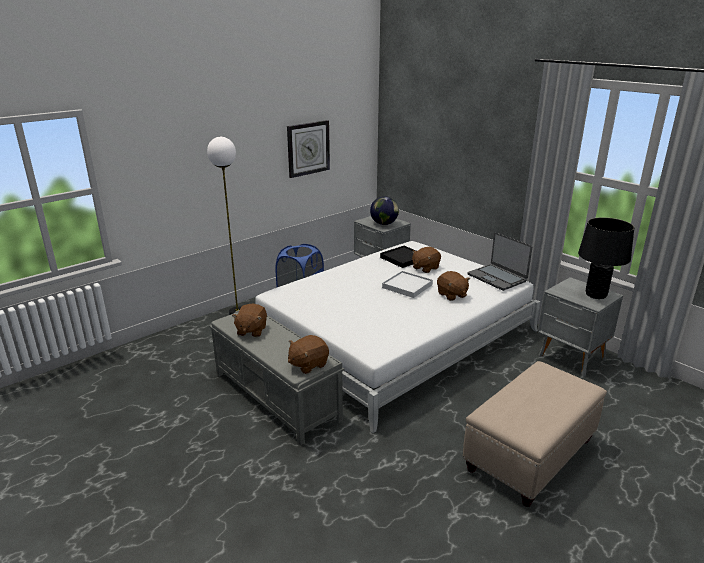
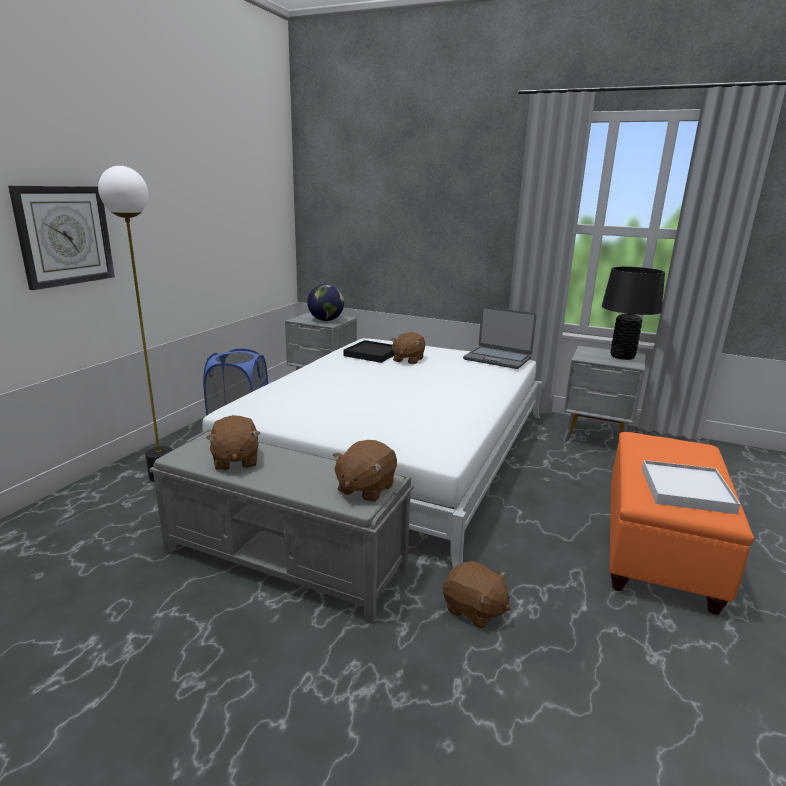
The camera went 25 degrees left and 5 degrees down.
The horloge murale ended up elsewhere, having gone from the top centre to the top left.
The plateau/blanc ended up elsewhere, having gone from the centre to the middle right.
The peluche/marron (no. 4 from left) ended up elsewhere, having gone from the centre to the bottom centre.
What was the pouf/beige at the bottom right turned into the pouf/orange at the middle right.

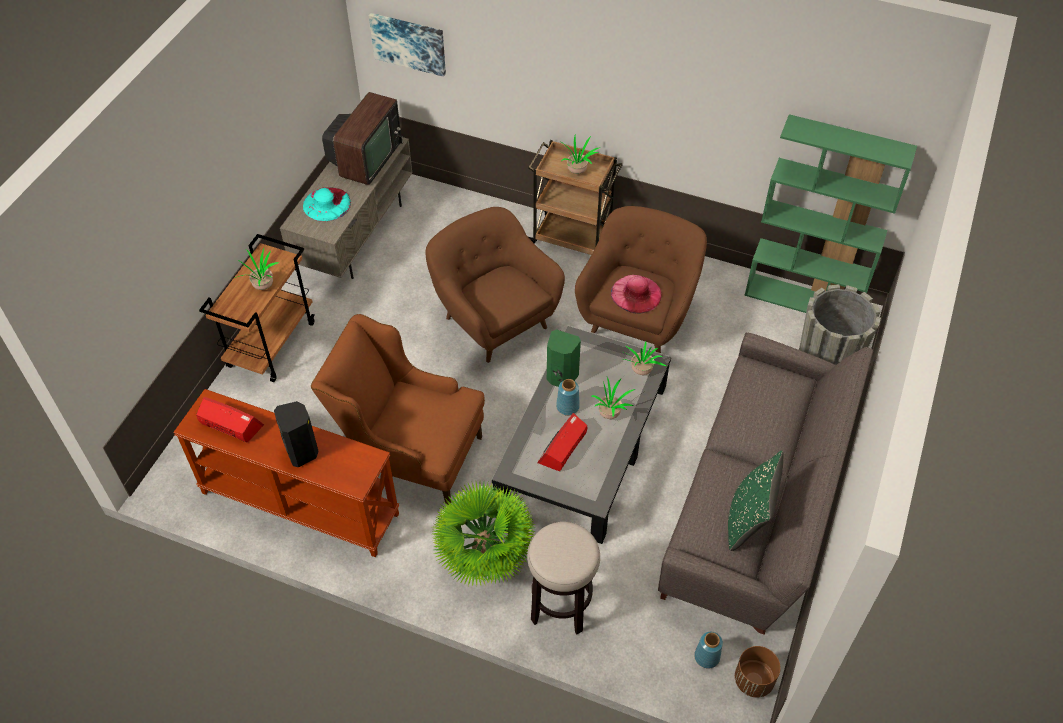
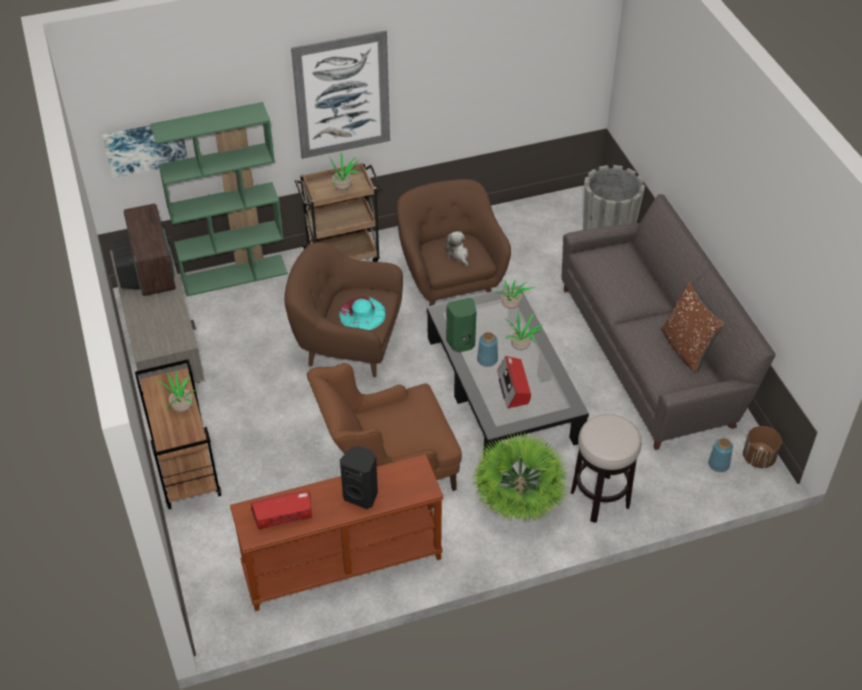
The camera went 40 degrees left and 5 degrees down.
The chapeau/turquoise ended up elsewhere, having gone from the top left to the centre.
Where the chapeau/rose stood at the centre, the peluche came to stand at the centre.
What was the coussin/vert at the bottom right turned into the coussin/marron at the middle right.
The bibliothèque/vert ended up elsewhere, having gone from the top right to the top left.
The second view gained the tableau (no. 2 from left) at the top centre.

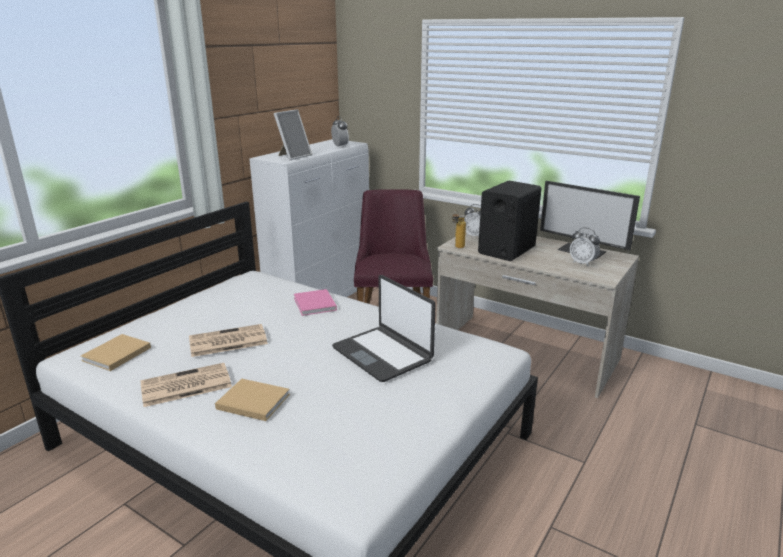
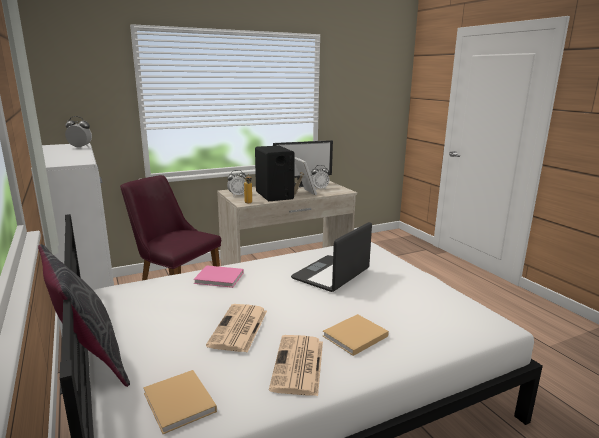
The camera went 60 degrees left and 5 degrees down.
The cadre photo ended up elsewhere, having gone from the top centre to the centre.
The ordinateur portable at the centre ended up facing another way, 135 degrees clockwise from before.
The second view gained the coussin/gris at the bottom left.

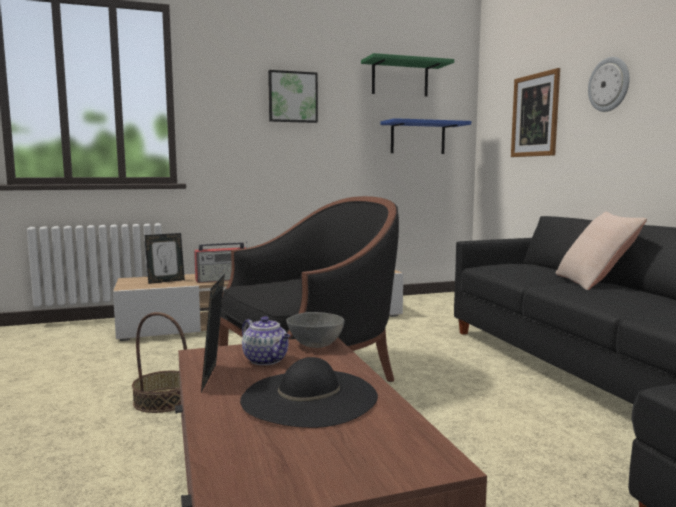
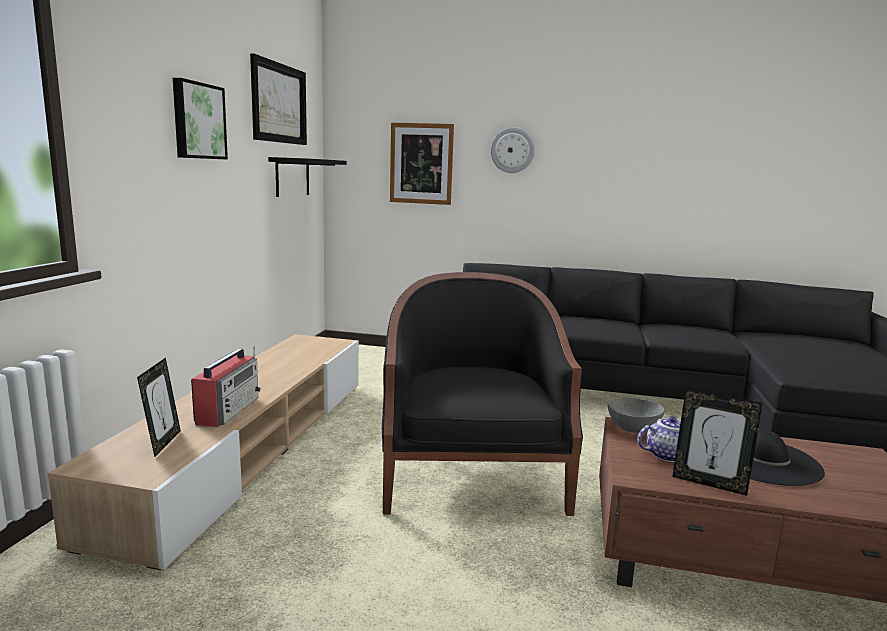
The camera went 60 degrees left and 5 degrees up.
The second view lost the panier at the bottom left.
Where the étagère/vert hung at the top centre, the tableau (no. 2 from left) came to hang at the top left.
What was the étagère/bleu at the top centre turned into the étagère/noir at the top centre.
The second view lost the coussin/beige at the middle right.

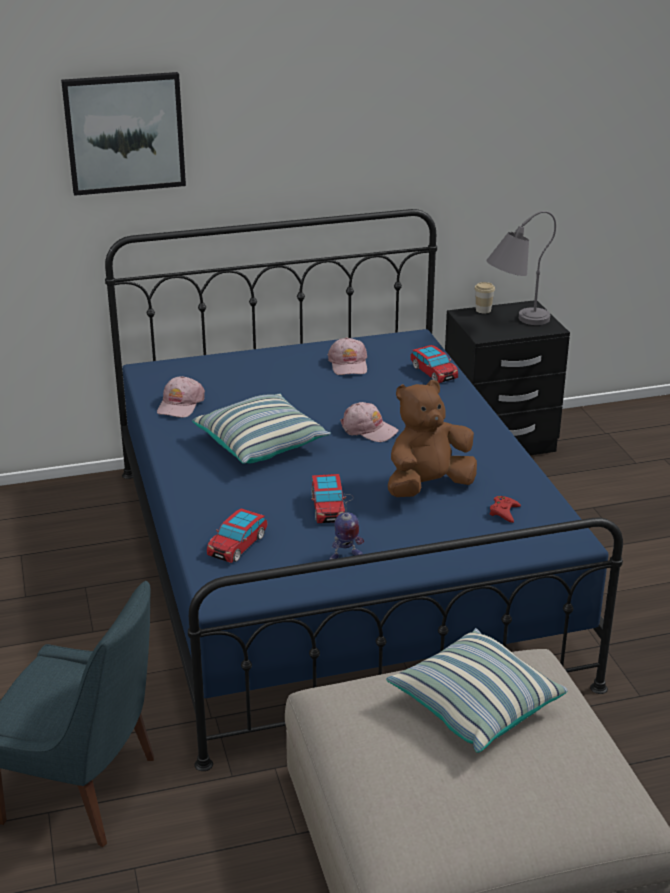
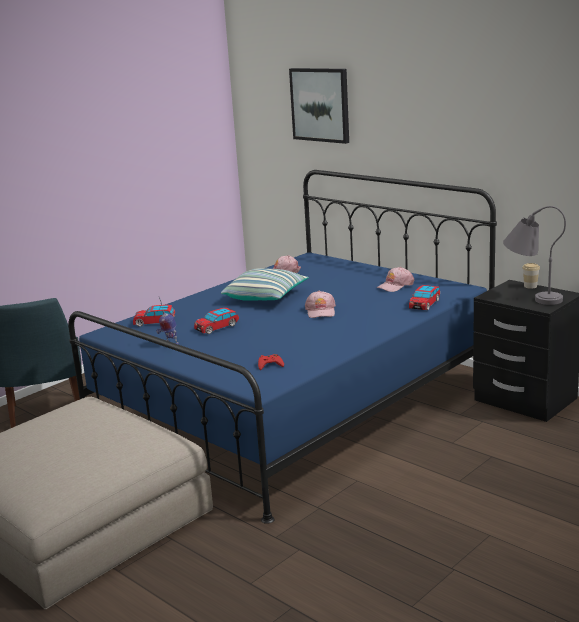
The camera went 60 degrees right and 10 degrees down.
The second view lost the coussin (no. 2 from left) at the bottom right.
The second view lost the peluche/marron at the centre.

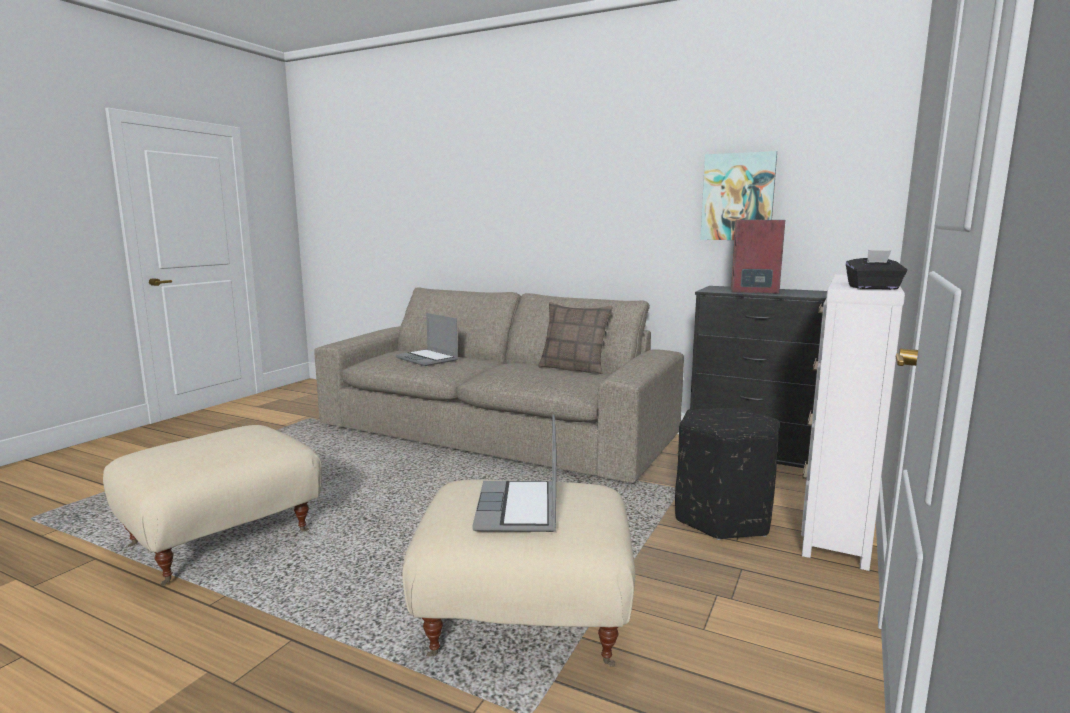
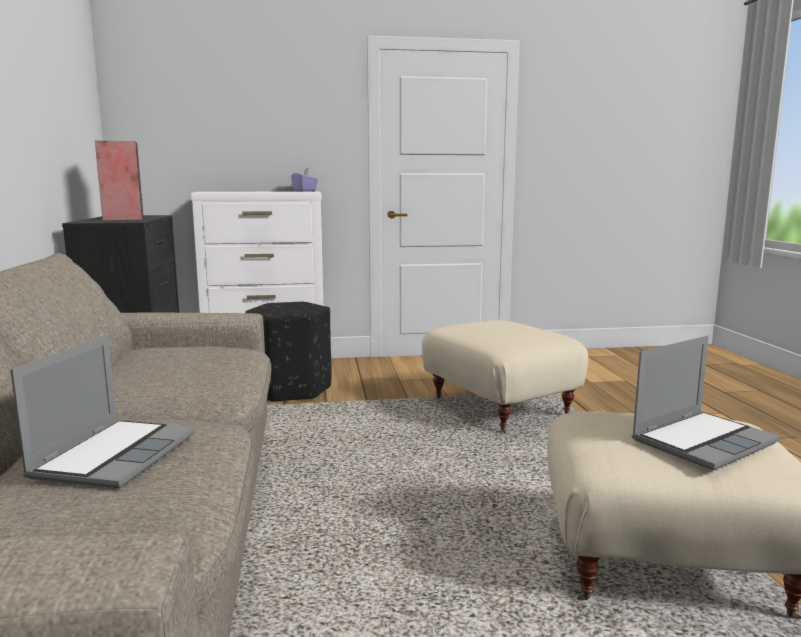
The camera went 125 degrees left and 0 degrees up.
The ordinateur portable (no. 2 from left) ended up elsewhere, having gone from the centre to the middle right.
The second view lost the coussin at the centre.
The second view lost the tableau at the top right.
What was the boîte à mouchoirs/noir at the middle right turned into the boîte à mouchoirs/violet at the top centre.

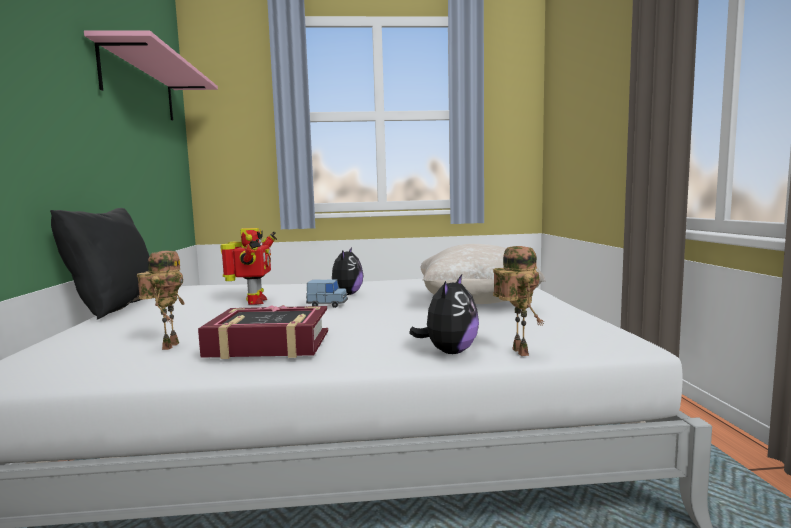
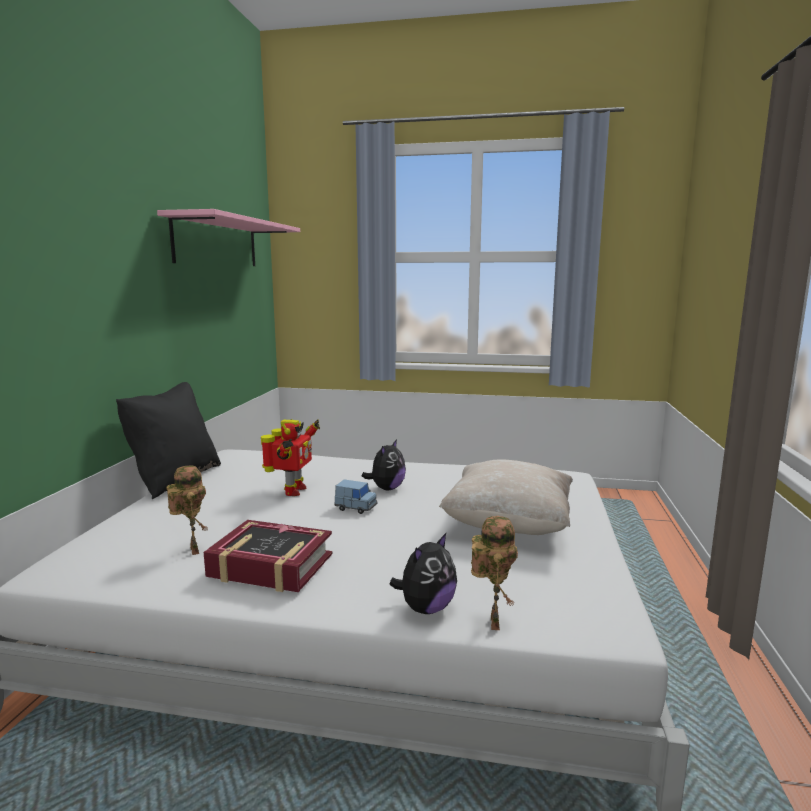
The camera went 15 degrees right and 5 degrees up.
The robot jouet (no. 1 from left) at the middle left ended up facing another way, 45 degrees counterclockwise from before.

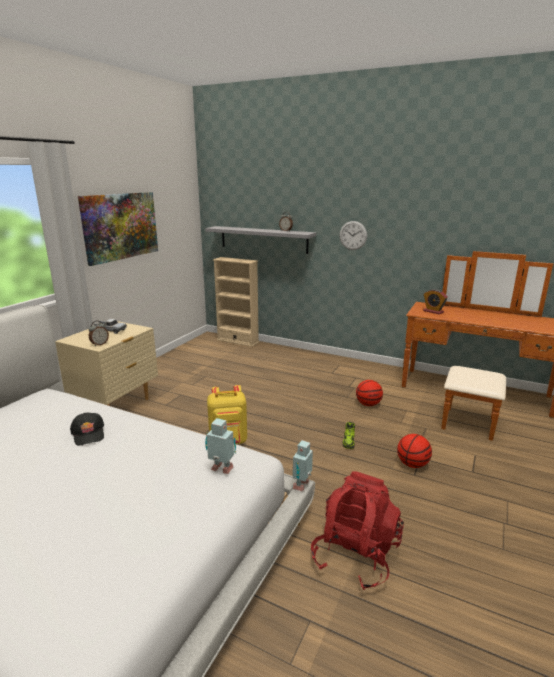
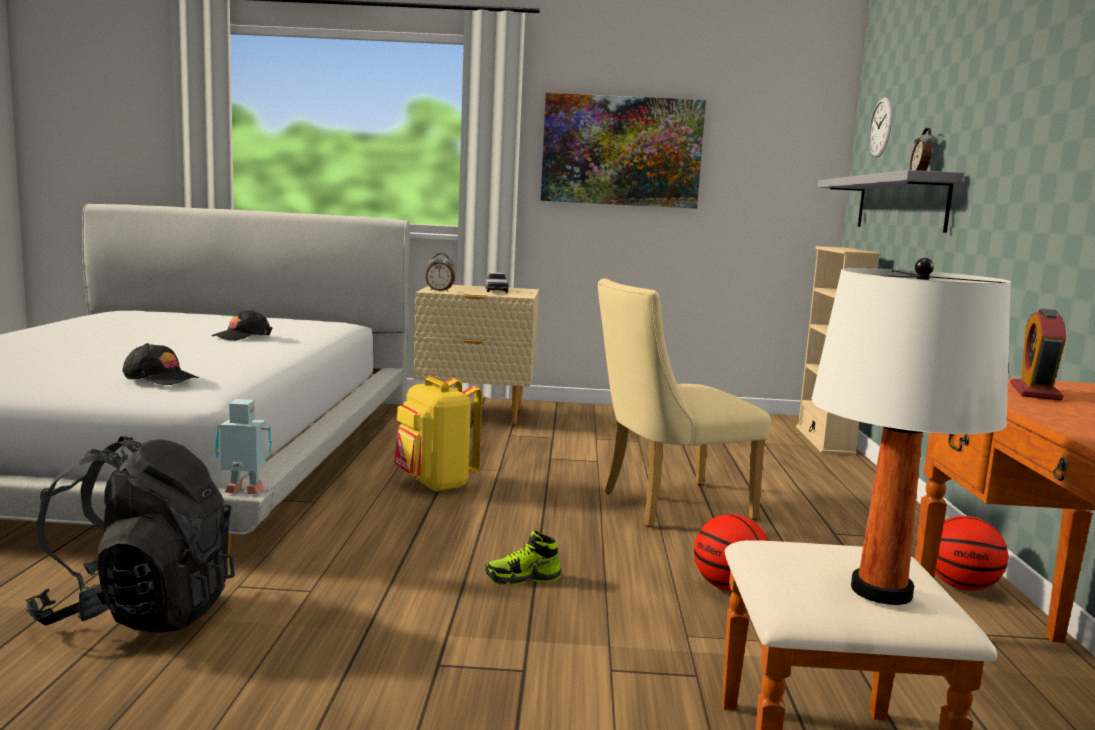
The camera went 65 degrees right and 10 degrees down.
Where the robot jouet (no. 1 from left) stood at the centre, the casquette/noir (no. 1 from left) came to stand at the middle left.
What was the sac à dos/rouge at the bottom centre turned into the sac à dos/noir at the bottom left.
The horloge murale ended up elsewhere, having gone from the centre to the top right.
The ballon de basket (no. 2 from left) ended up elsewhere, having gone from the middle right to the bottom right.
The second view gained the chaise/beige at the centre.
The second view gained the lampe de table/blanc at the middle right.

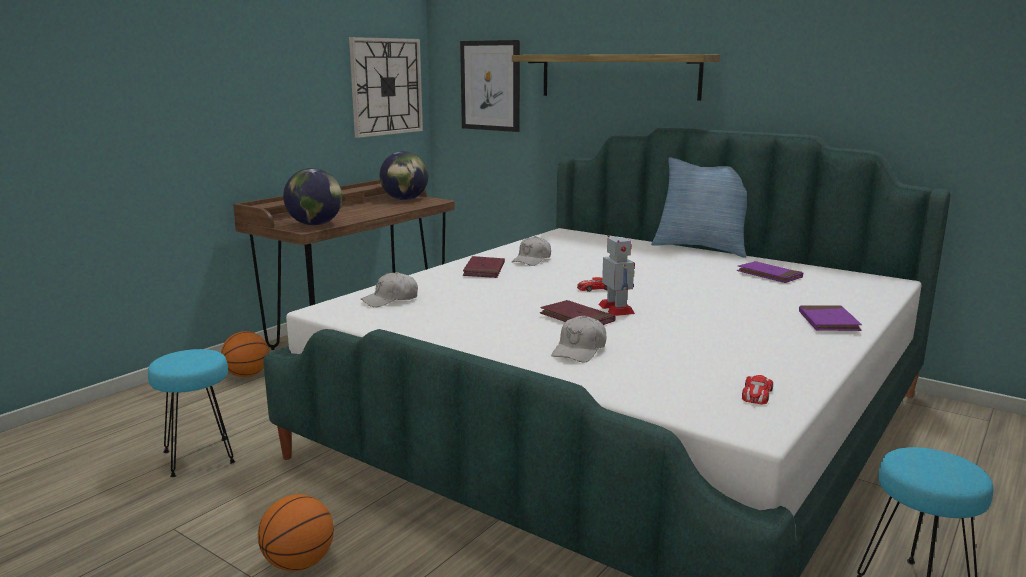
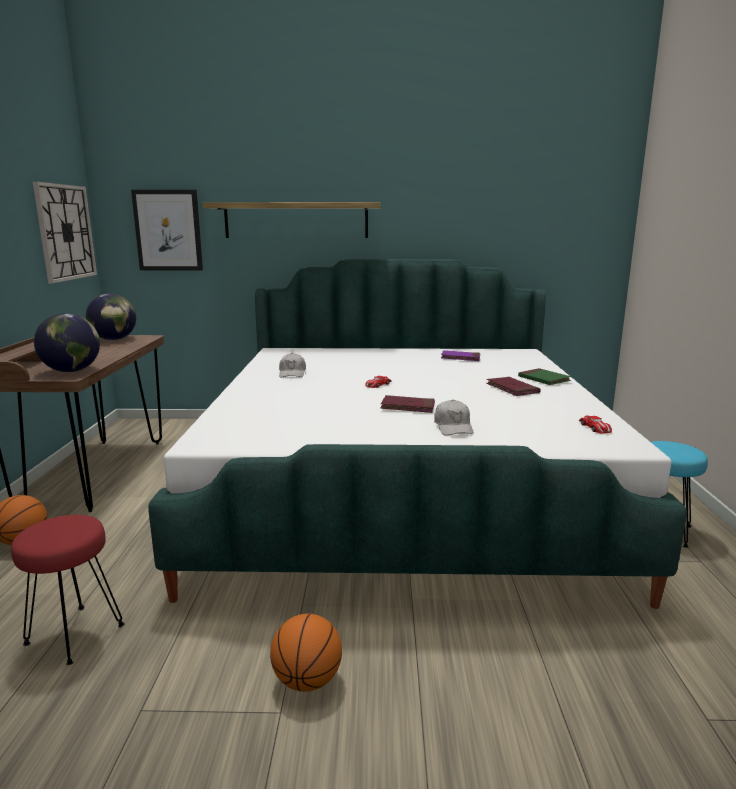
The camera went 35 degrees left and 0 degrees up.
What was the tabouret/turquoise (no. 1 from left) at the bottom left turned into the tabouret/rouge at the bottom left.
The second view lost the casquette/blanc (no. 1 from left) at the centre.
The livre/rouge (no. 1 from left in the first image) ended up elsewhere, having gone from the centre to the middle right.
The second view lost the robot jouet at the centre.
The second view lost the coussin at the middle right.
What was the livre/violet (no. 2 from left) at the middle right turned into the livre/vert at the middle right.

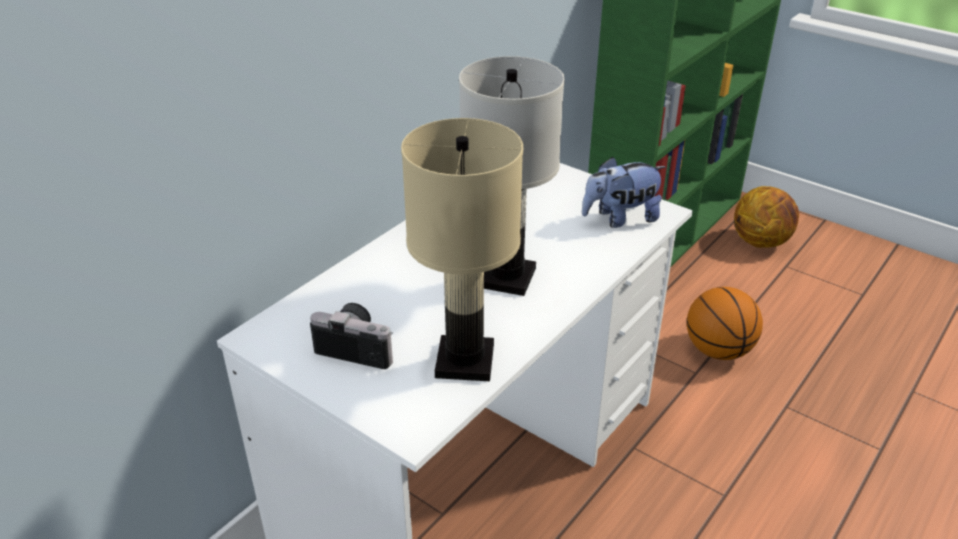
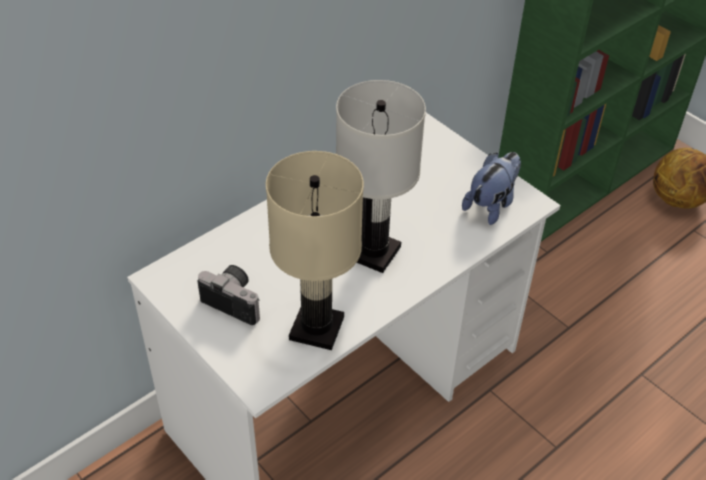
The camera went 10 degrees right and 10 degrees up.
The peluche at the centre ended up facing another way, 135 degrees clockwise from before.
The second view lost the ballon de basket (no. 1 from left) at the middle right.

